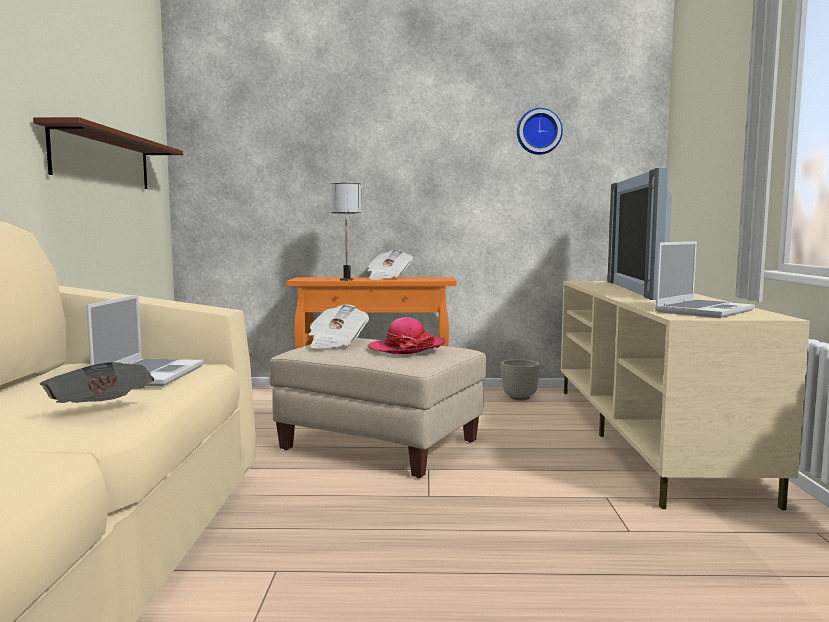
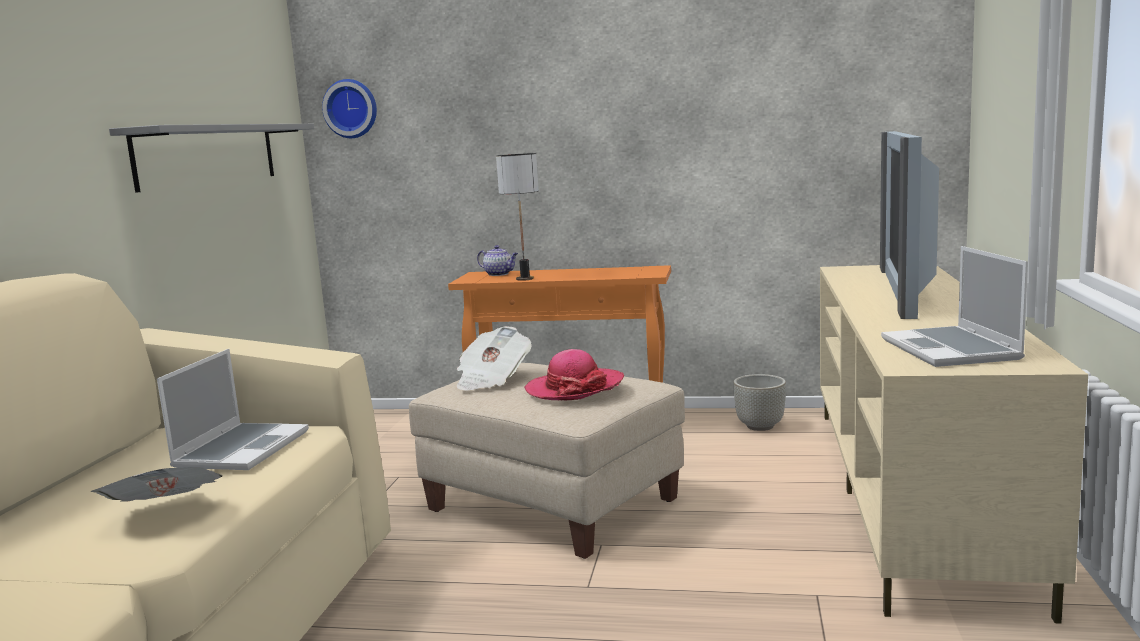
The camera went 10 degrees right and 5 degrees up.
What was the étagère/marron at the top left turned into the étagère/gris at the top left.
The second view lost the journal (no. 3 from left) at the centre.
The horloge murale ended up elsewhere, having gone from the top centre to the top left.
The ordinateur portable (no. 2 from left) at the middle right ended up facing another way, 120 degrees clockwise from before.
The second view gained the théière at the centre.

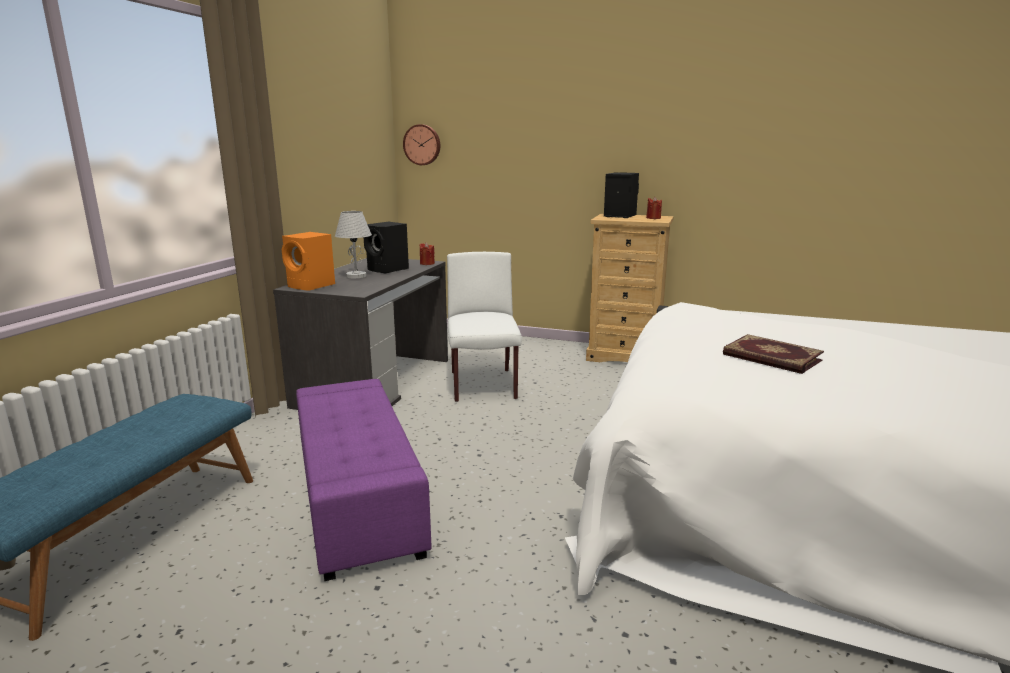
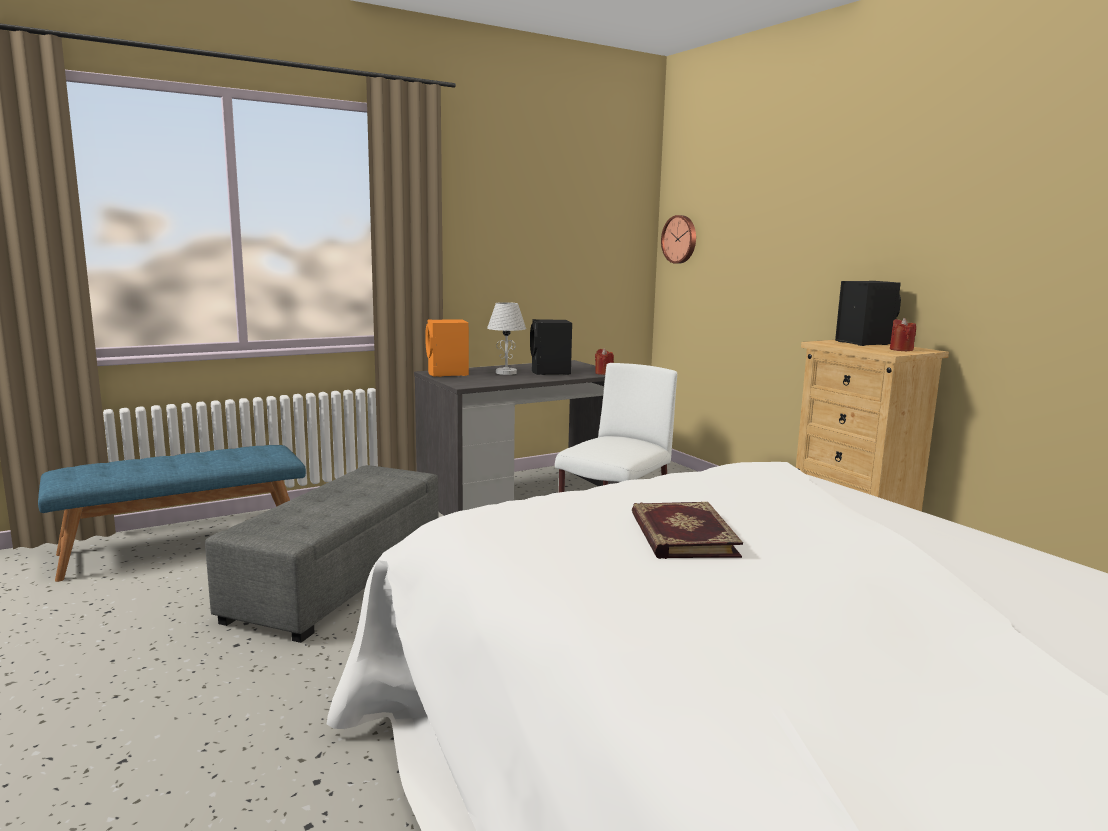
The camera went 40 degrees right and 5 degrees down.
What was the pouf/violet at the bottom centre turned into the pouf/gris at the bottom left.

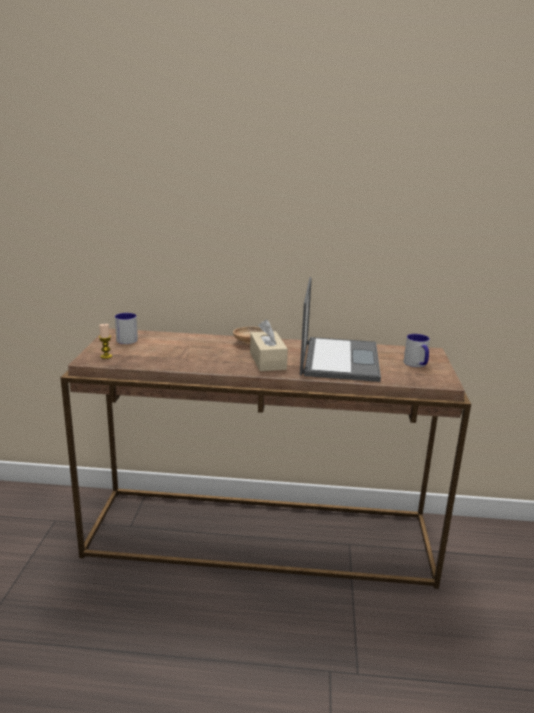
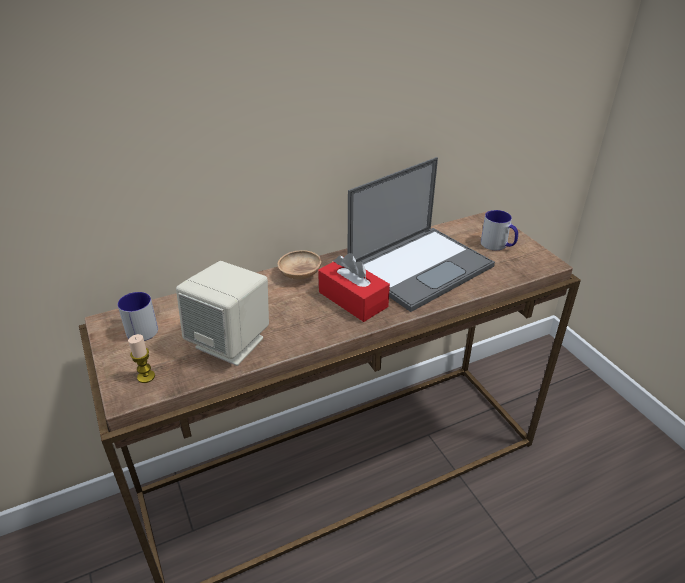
The camera went 30 degrees left and 15 degrees up.
What was the boîte à mouchoirs/beige at the centre turned into the boîte à mouchoirs/rouge at the centre.
The ordinateur portable at the centre ended up facing another way, 75 degrees clockwise from before.
The second view gained the enceinte/beige at the middle left.

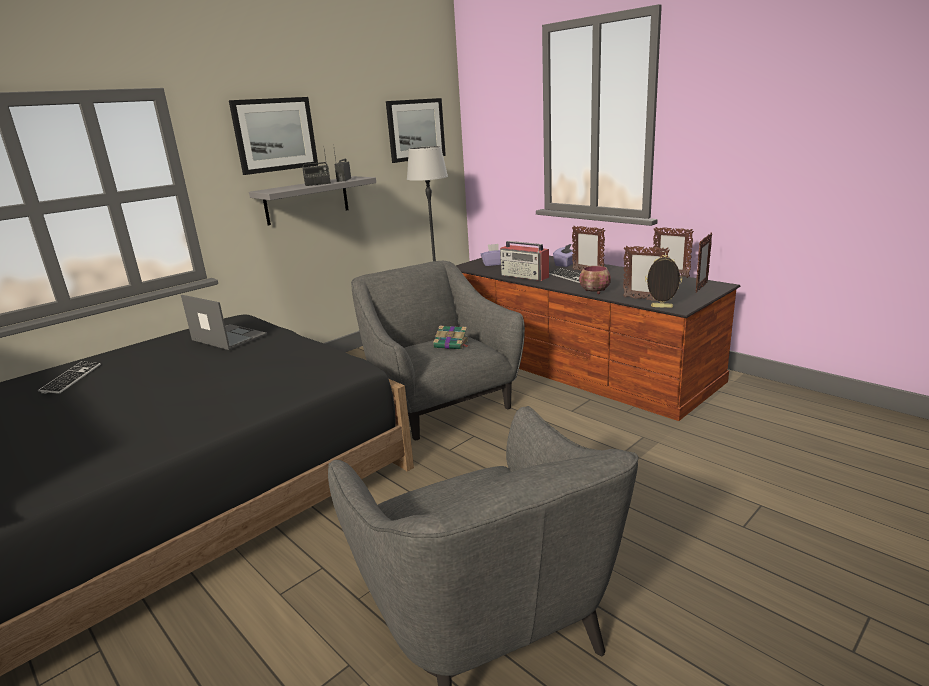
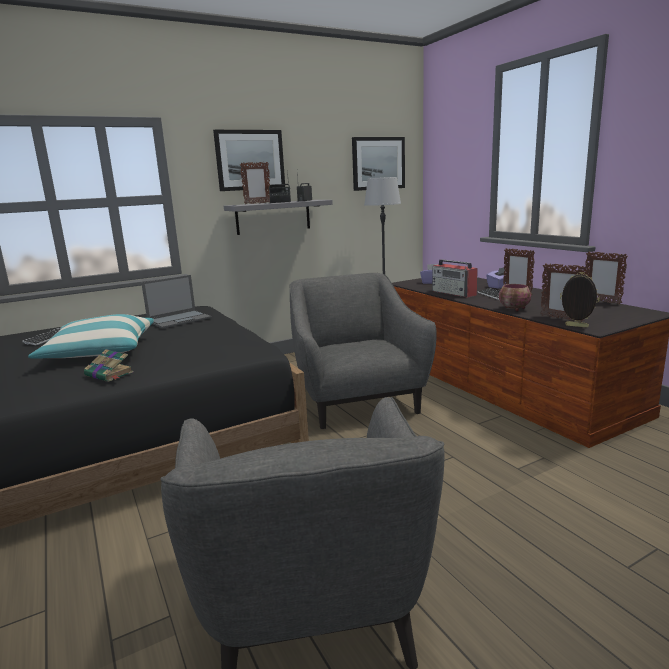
The camera went 15 degrees right and 5 degrees down.
The ordinateur portable at the middle left ended up facing another way, 90 degrees clockwise from before.
The livre ended up elsewhere, having gone from the centre to the middle left.
The cadre photo (no. 5 from left in the first image) ended up elsewhere, having gone from the middle right to the top centre.
The second view gained the coussin at the middle left.

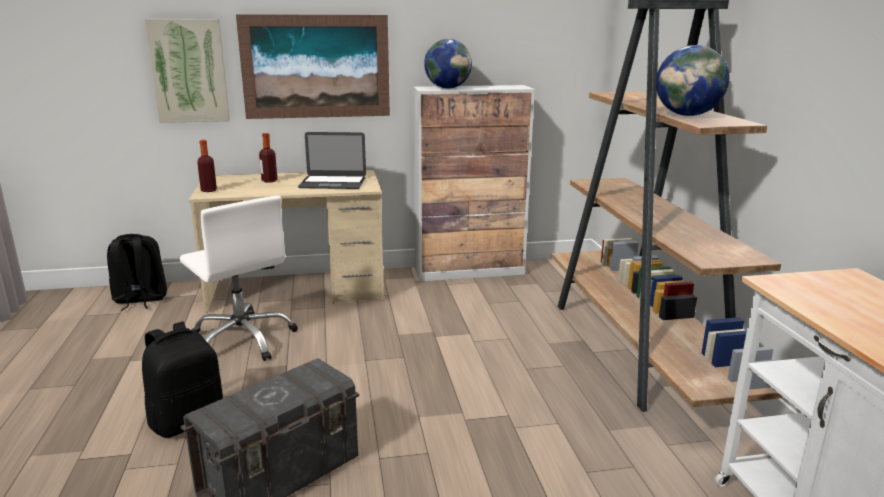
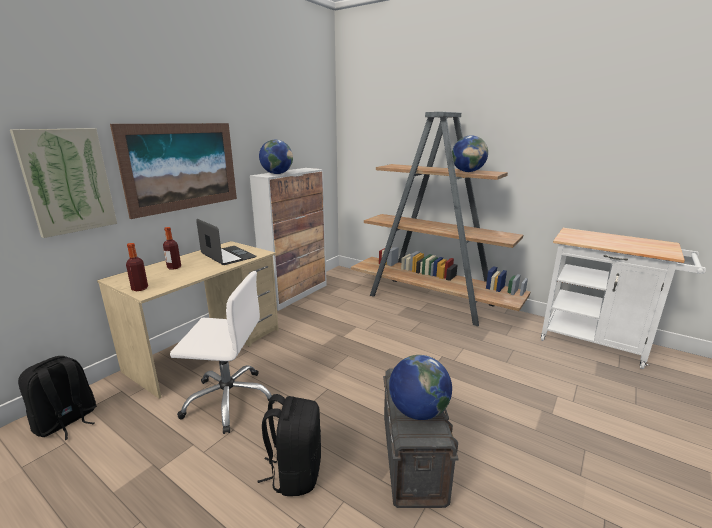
The camera went 45 degrees left and 0 degrees up.
The ordinateur portable at the top centre ended up facing another way, 90 degrees counterclockwise from before.
The second view gained the globe (no. 2 from left) at the bottom centre.

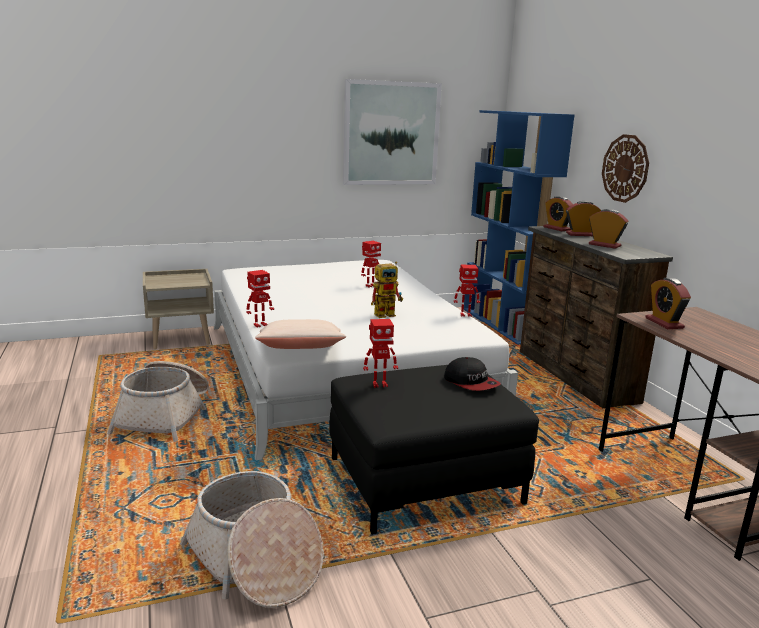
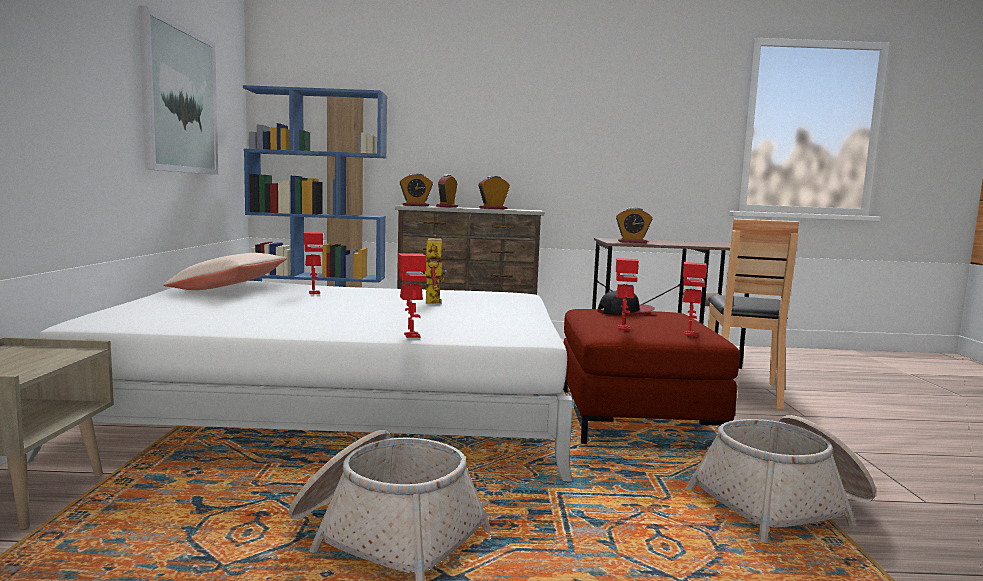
The camera went 70 degrees left and 10 degrees down.
The coussin/beige ended up elsewhere, having gone from the centre to the middle left.
What was the pouf/noir at the bottom centre turned into the pouf/rouge at the centre.
The robot jouet (no. 5 from left) ended up elsewhere, having gone from the centre to the middle right.
The second view lost the horloge murale at the top right.
The second view gained the chaise/marron at the middle right.

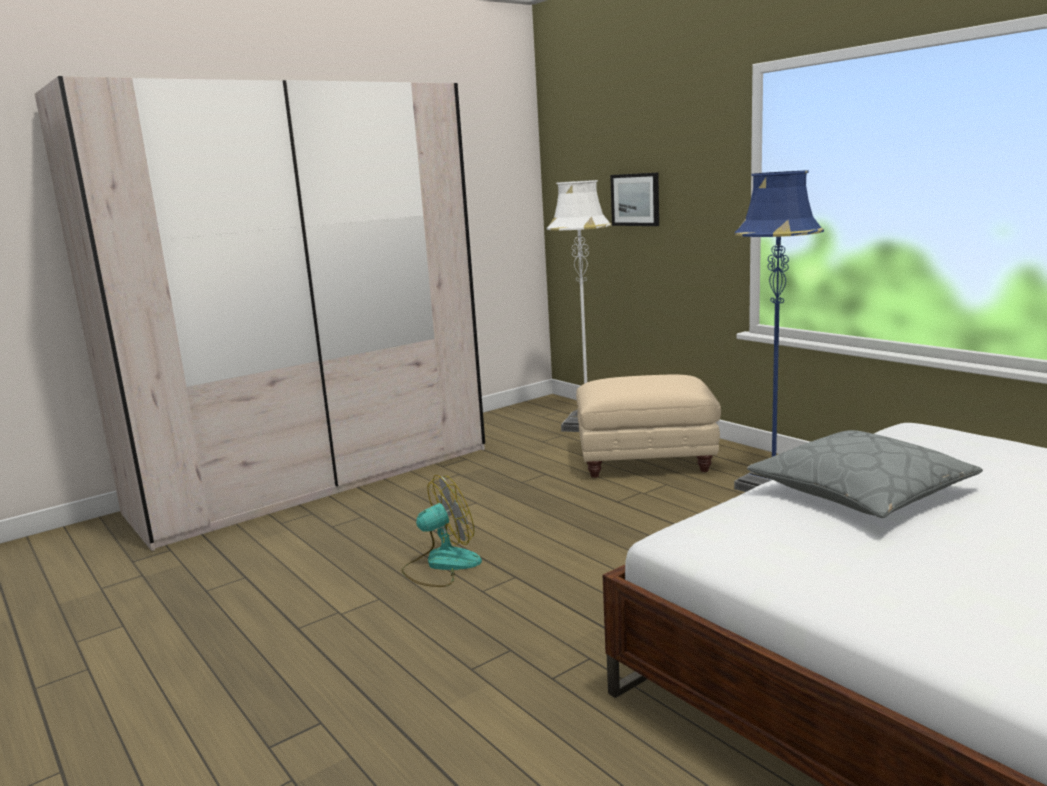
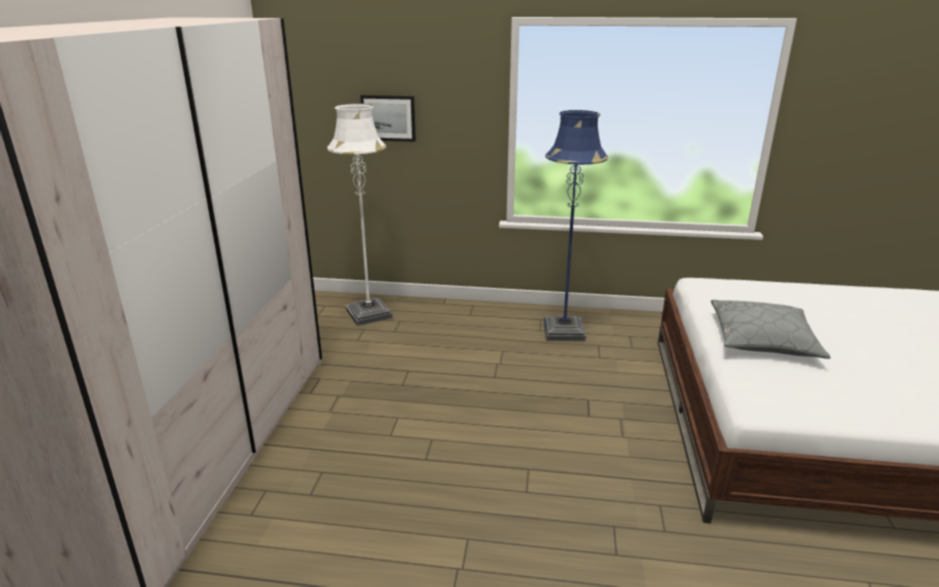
The camera went 45 degrees left and 10 degrees up.
The second view lost the ventilateur at the bottom centre.
The second view lost the pouf/beige at the centre.

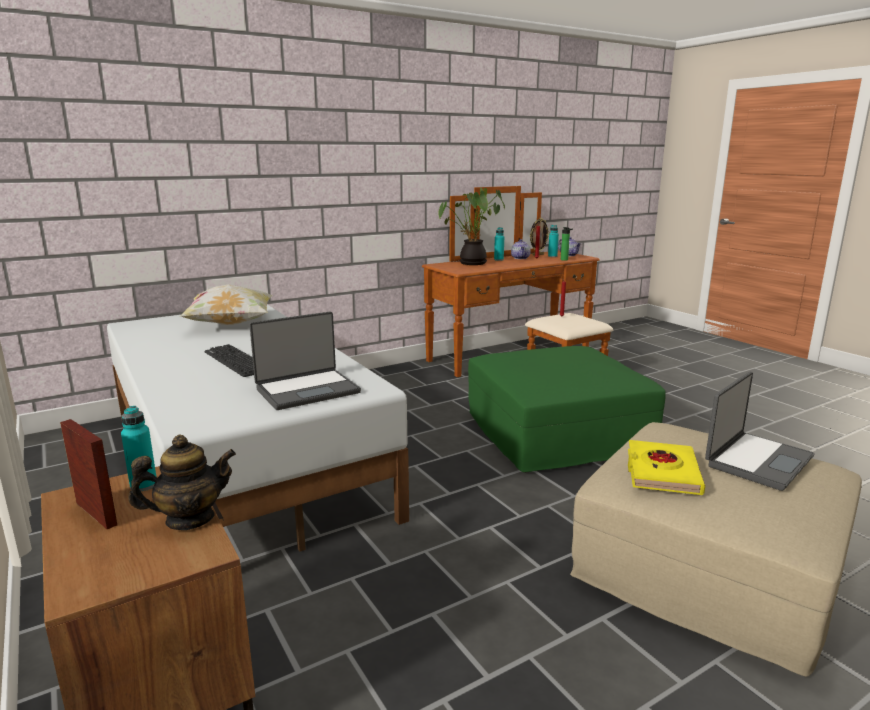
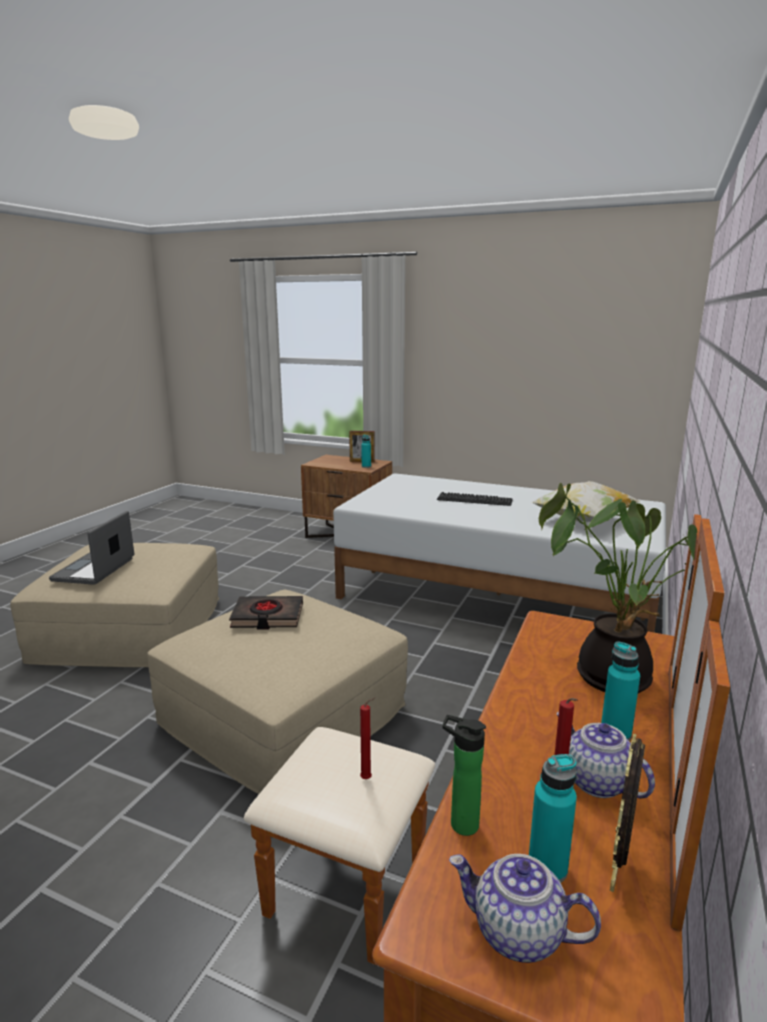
The camera went 145 degrees right and 0 degrees up.
The second view lost the théière (no. 1 from left) at the bottom left.
The second view lost the ordinateur portable (no. 1 from left) at the centre.
What was the pouf/vert at the centre turned into the pouf/beige (no. 2 from left) at the bottom centre.
The second view lost the livre/jaune at the middle right.
The second view gained the livre/noir at the centre.

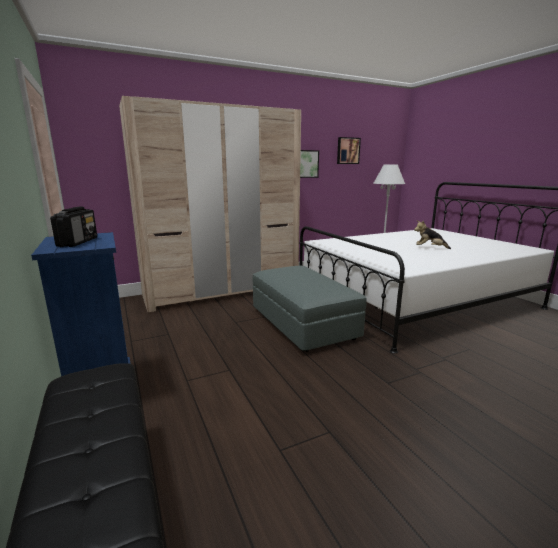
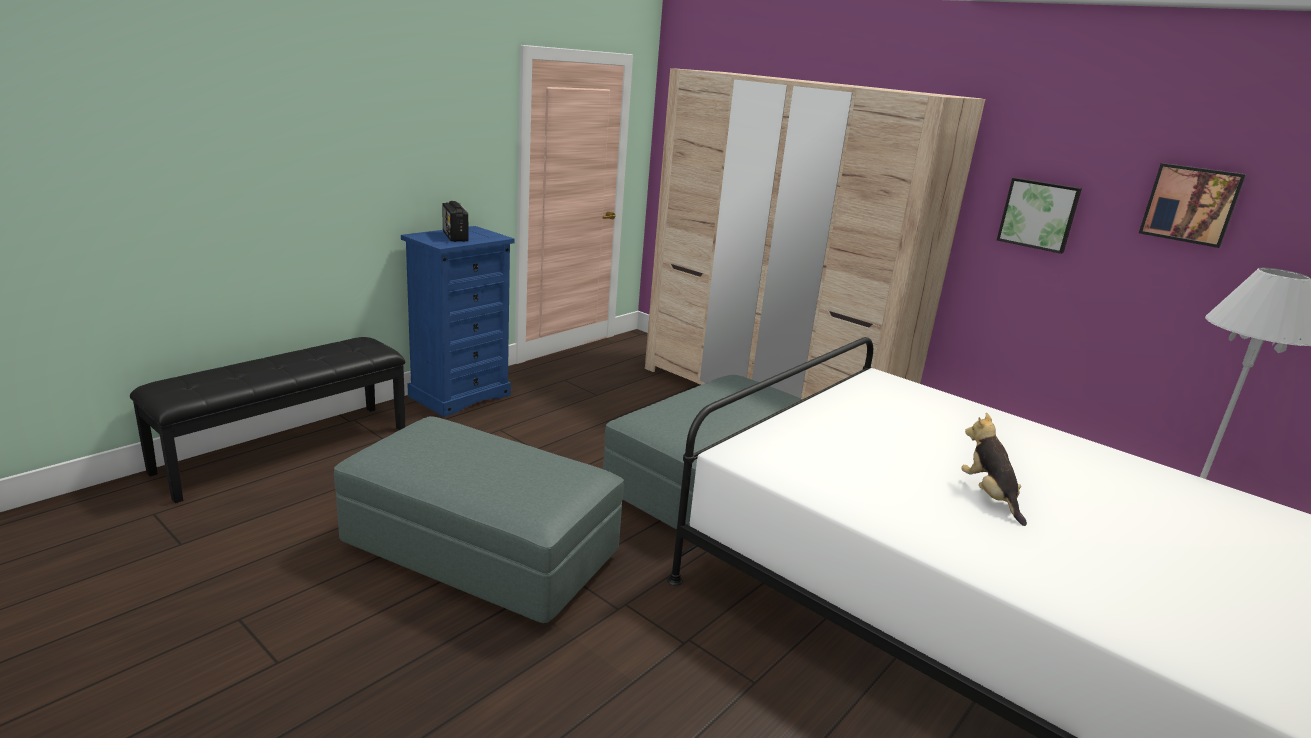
The camera went 65 degrees right and 5 degrees up.
The radio at the middle left ended up facing another way, 90 degrees clockwise from before.
The second view gained the pouf/gris (no. 1 from left) at the bottom centre.

